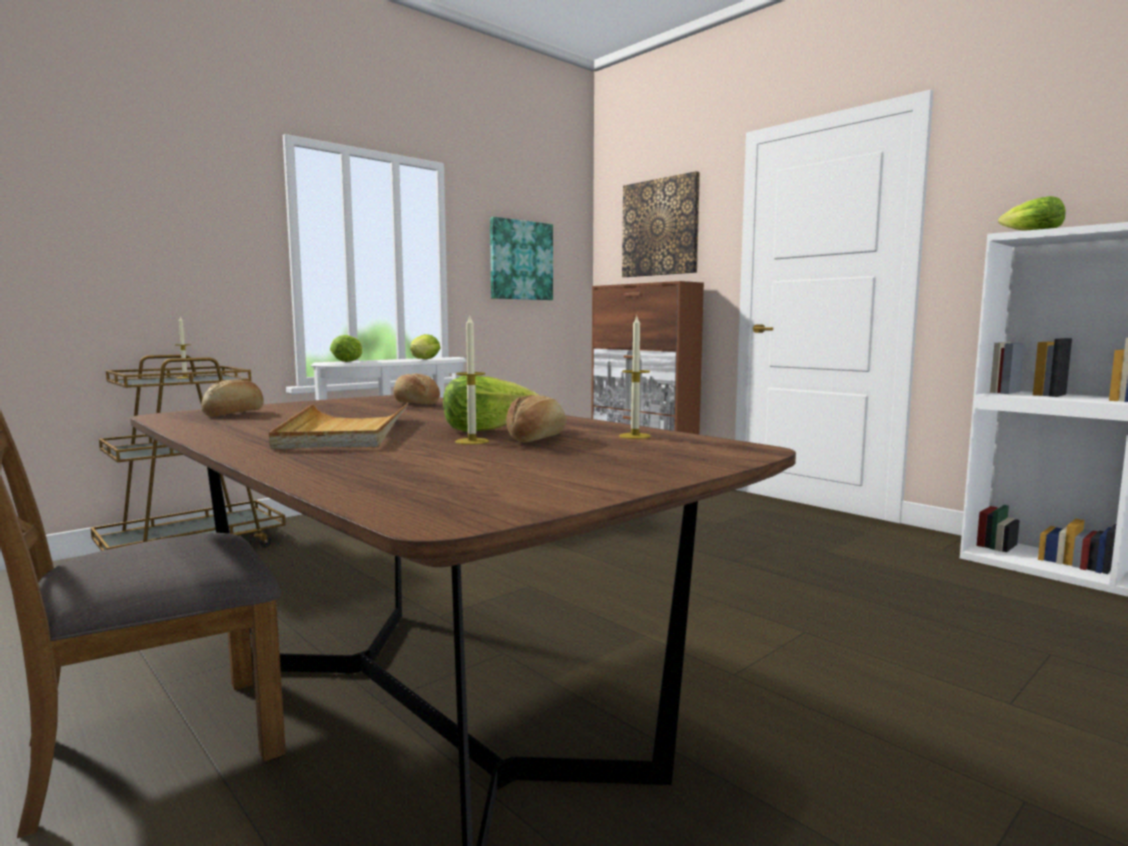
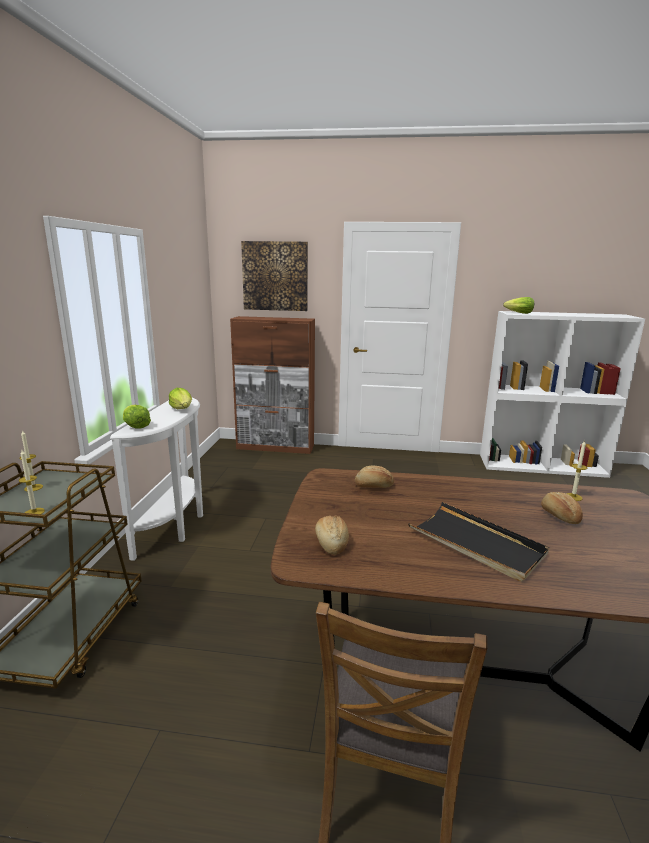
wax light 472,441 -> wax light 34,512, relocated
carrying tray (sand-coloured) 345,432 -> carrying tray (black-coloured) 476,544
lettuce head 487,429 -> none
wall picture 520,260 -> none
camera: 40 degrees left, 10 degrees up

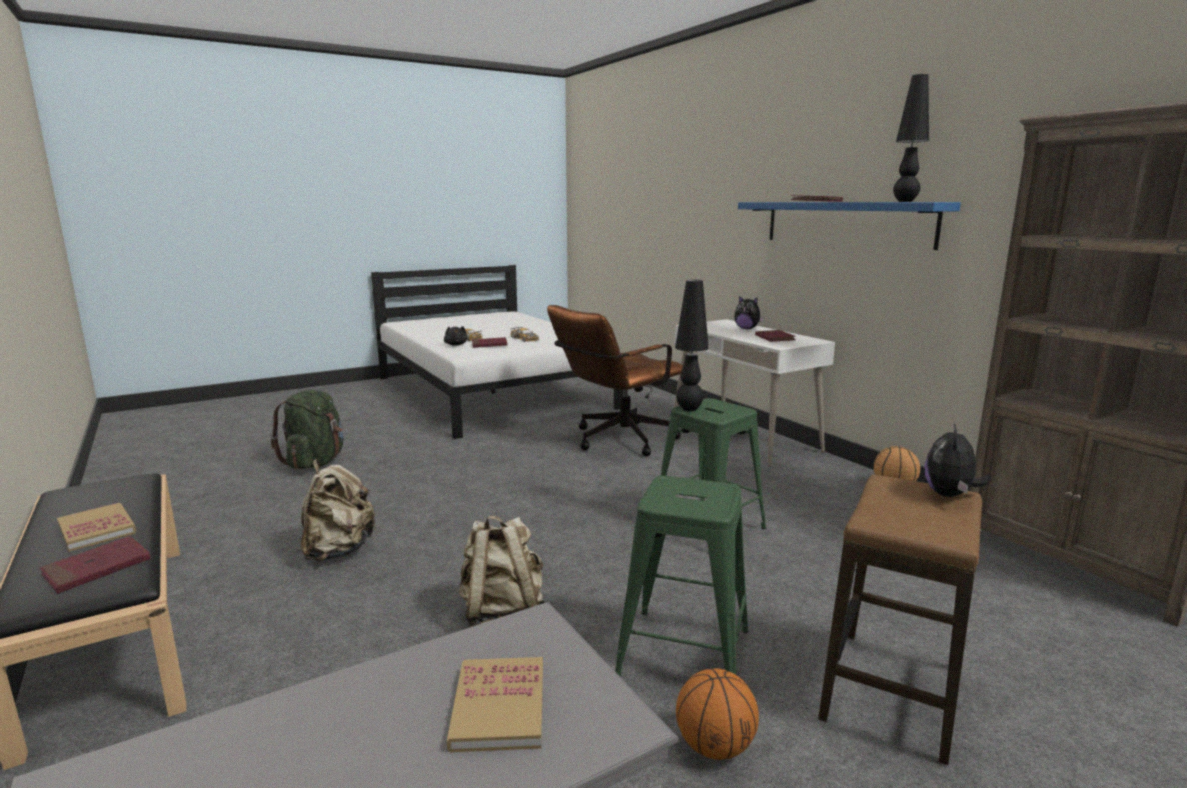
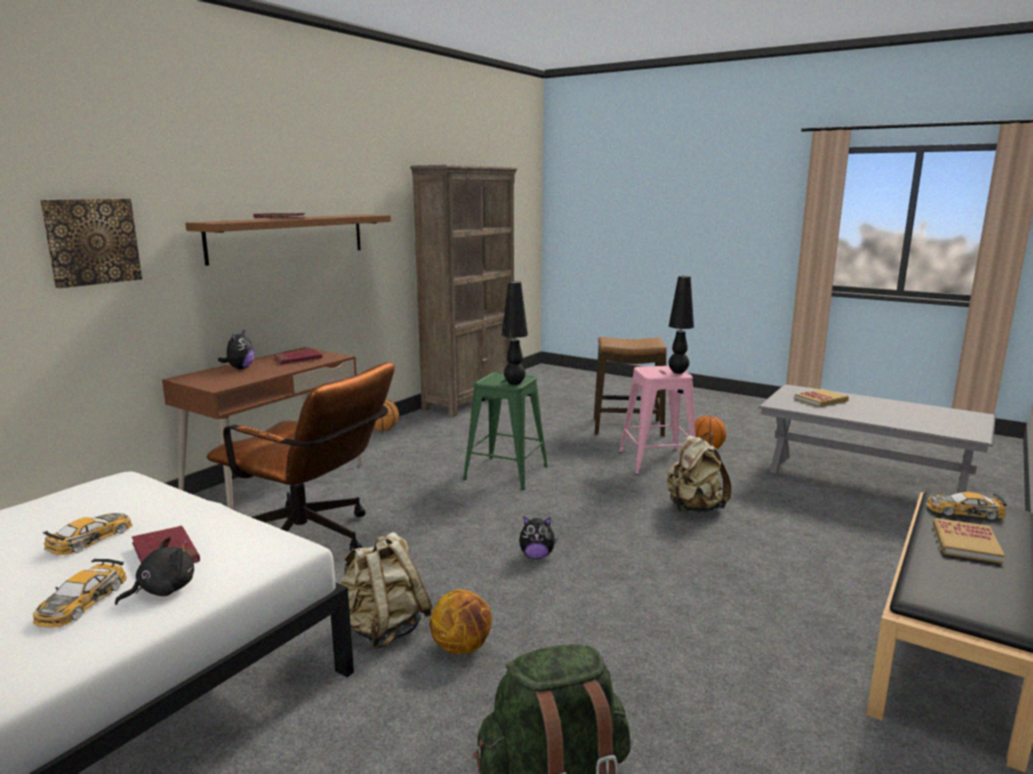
none -> wall picture 92,241
desk table (whitish) 744,437 -> desk table (brownish) 275,482
wall shelf (bluish) 845,223 -> wall shelf (brownish) 289,237
backpack (sand-coloured) 338,551 -> backpack (sand-coloured) 383,630, relocated
none -> ball for basketball 462,647
plush toy 950,495 -> plush toy 537,556, relocated
stool (greenish) 685,653 -> stool (pink-coloured) 656,461
tabletop lamp (black-coloured) 905,201 -> tabletop lamp (black-coloured) 678,372, relocated
volume (reddish) 97,568 -> miniature car 964,511
camera: 115 degrees left, 0 degrees up

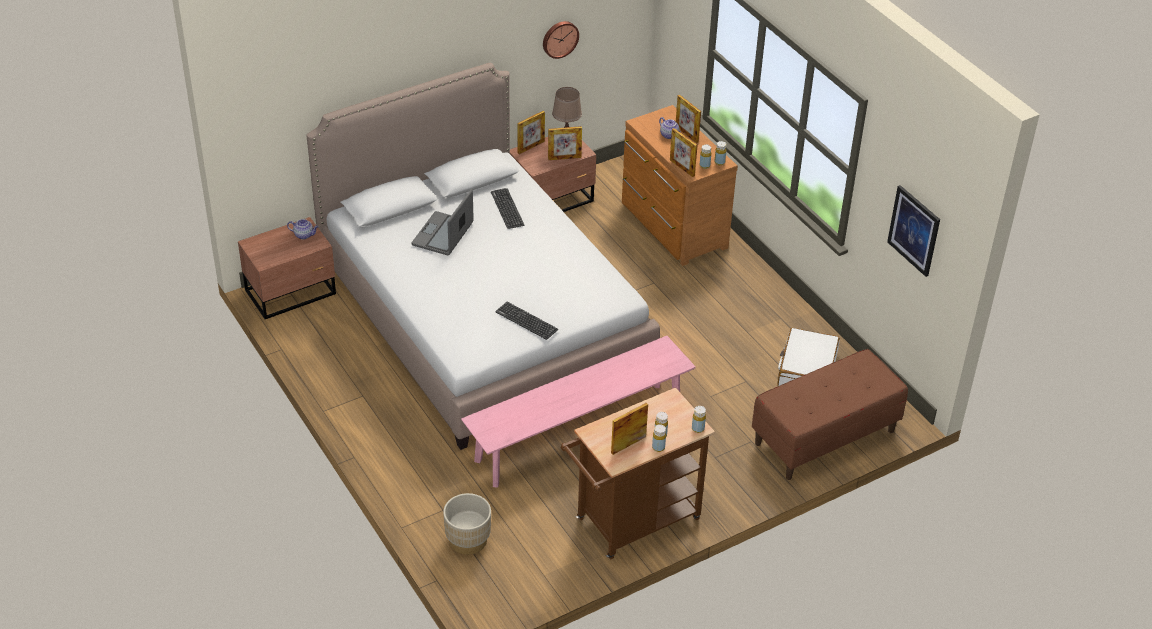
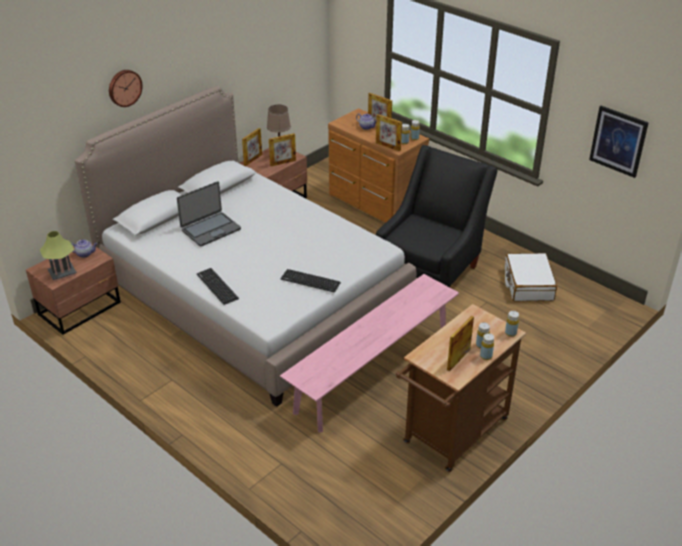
none -> tabletop lamp 62,273
hanging clock 559,38 -> hanging clock 124,87, relocated
portable computer 443,235 -> portable computer 210,229, 135 degrees counterclockwise
keyboard 507,209 -> keyboard 217,286, relocated
none -> lounge chair (black-coloured) 431,267
planter (sand-coloured) 468,540 -> none
long seat (brownish) 824,438 -> none
camera: 15 degrees left, 5 degrees down

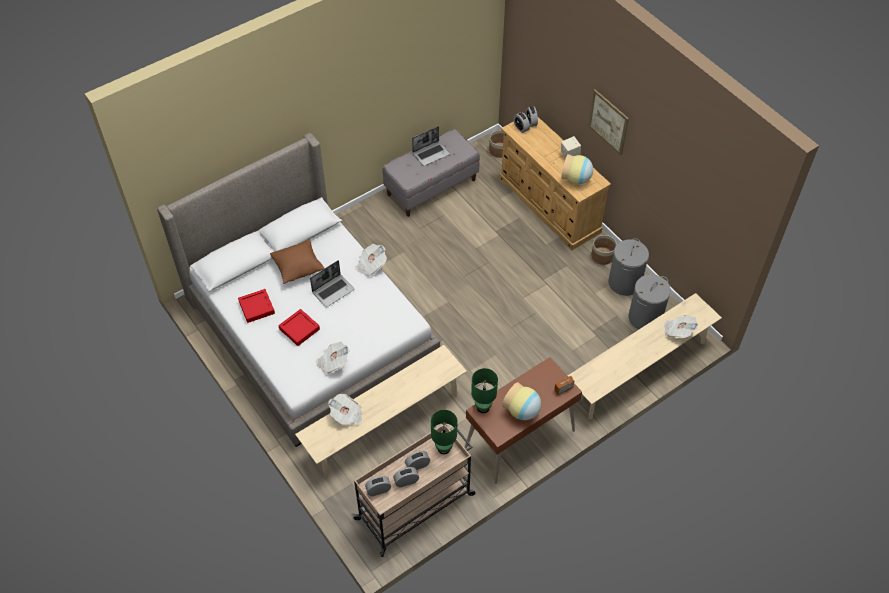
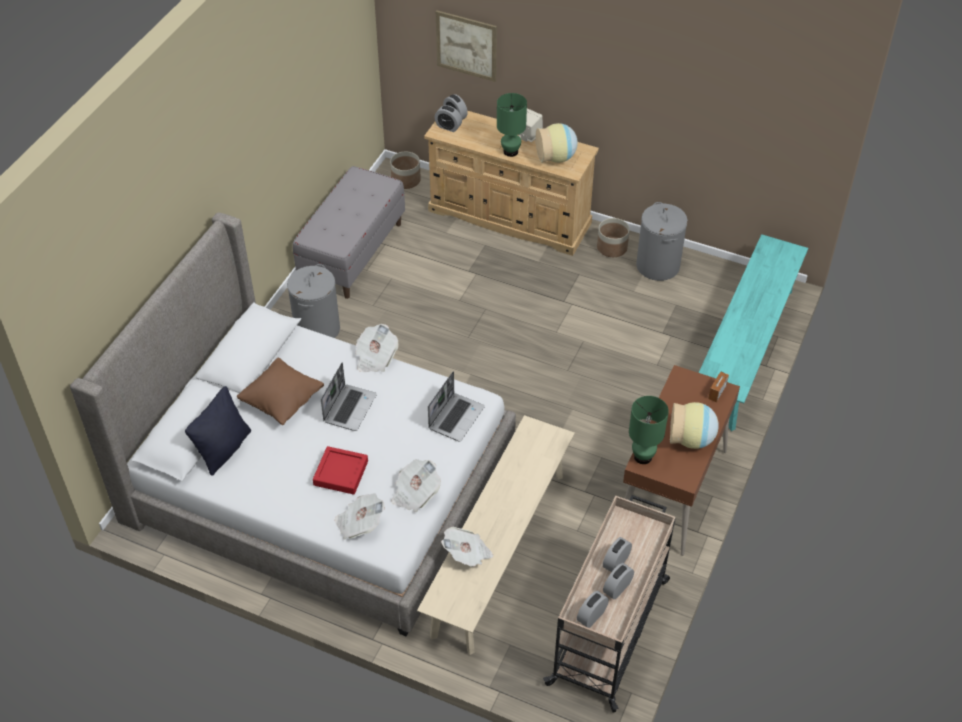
none -> throw pillow (black-coloured) 224,449
hamper (gray) 645,318 -> hamper (gray) 317,329, relocated
newspaper 678,331 -> newspaper 359,524, relocated
portable computer 431,153 -> portable computer 456,417, relocated
wall picture 608,122 -> wall picture 466,45, relocated
tabletop lamp (greenish) 443,448 -> tabletop lamp (greenish) 510,151, relocated
long seat (sand-coloured) 639,370 -> long seat (blue-green) 744,352
carrying tray (reddish) 256,307 -> none
camera: 30 degrees left, 5 degrees down

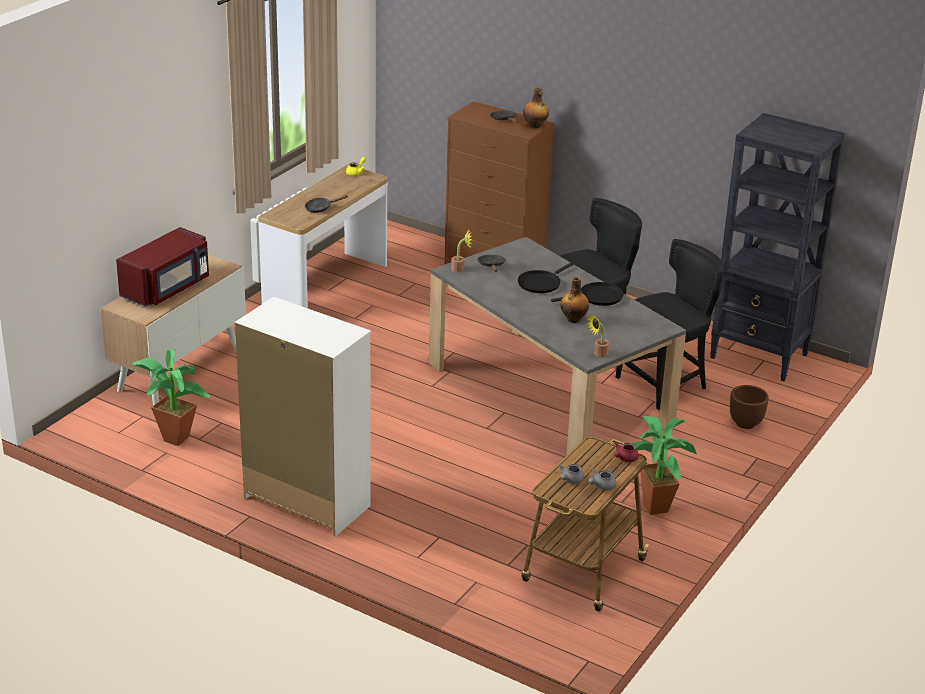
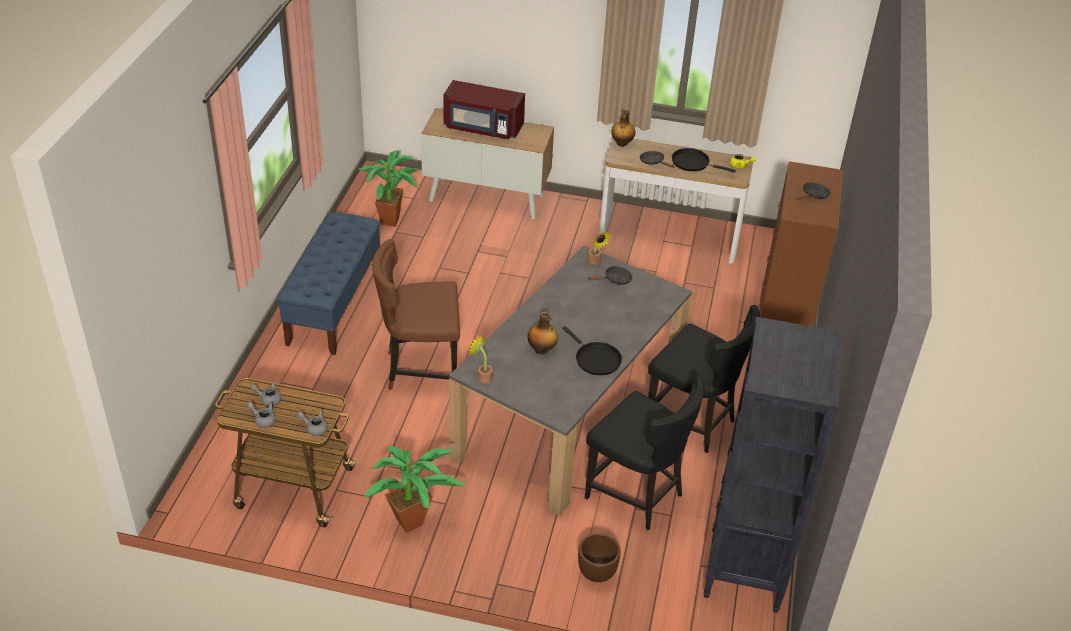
dresser (whitish) 306,501 -> long seat (bluish) 334,305
teapot (reddish) 624,458 -> teapot (gray) 314,428
none -> chair (brownish) 420,369
beverage bottle 535,126 -> beverage bottle 621,144, relocated
pan (black-coloured) 540,283 -> pan (black-coloured) 693,163, relocated
camera: 70 degrees right, 10 degrees up

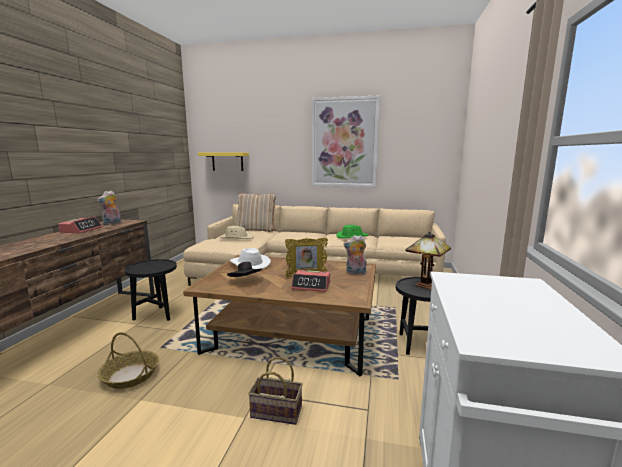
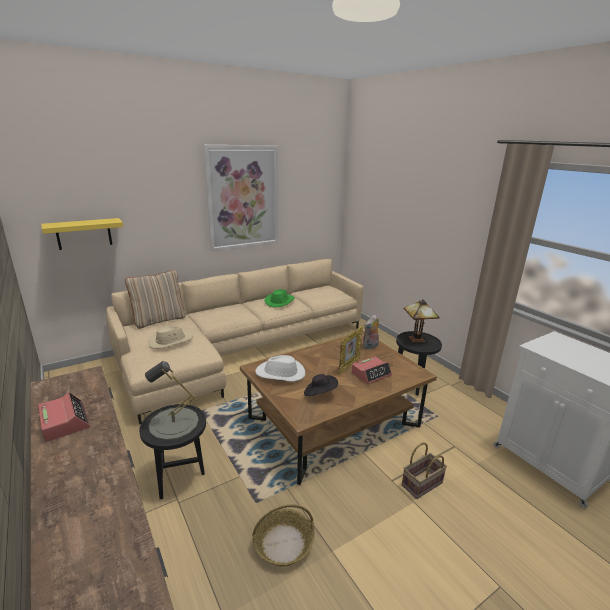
none -> tabletop lamp (gray) 173,423
plush toy 112,224 -> none
camera: 45 degrees left, 10 degrees up

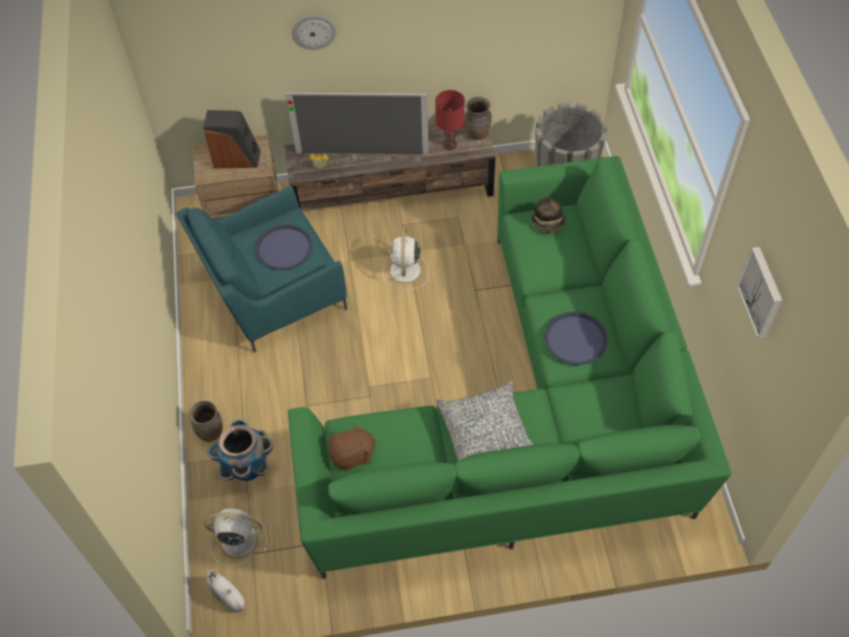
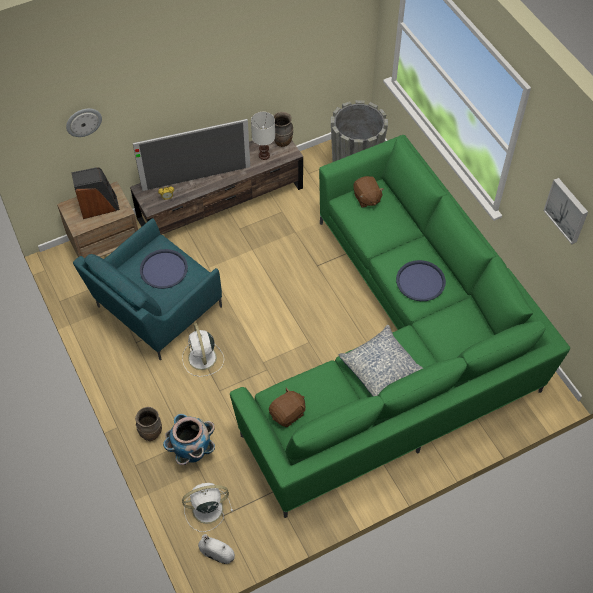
hanging clock 314,31 -> hanging clock 83,122, relocated
electric fan (whitish) 405,271 -> electric fan (whitish) 202,359, relocated
tabletop lamp (reddish) 449,145 -> tabletop lamp (whitish) 263,156
clothing hat 548,223 -> plush toy (brownish) 366,198
camera: 20 degrees left, 0 degrees up

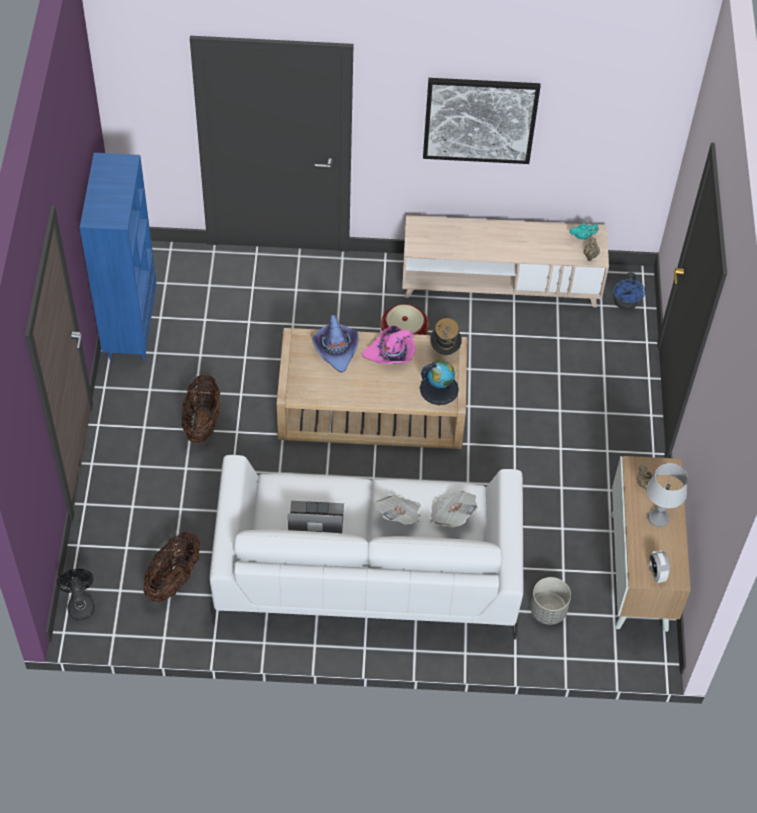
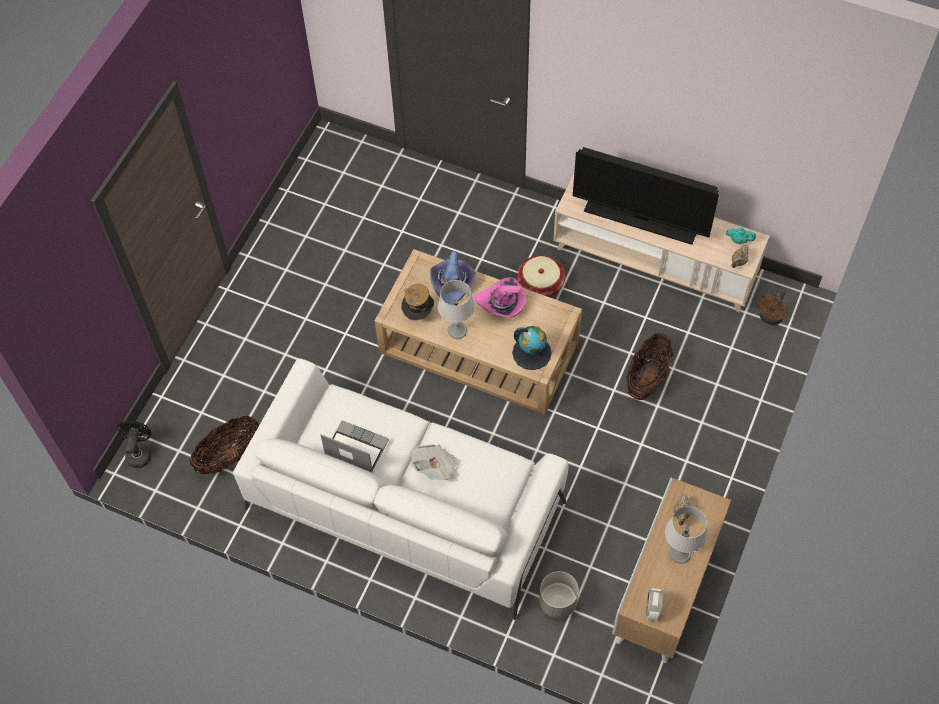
clothing hat 444,351 -> clothing hat 418,314, relocated
none -> tabletop lamp (gray) 457,331
none -> TV set 641,220
storage basket 202,423 -> storage basket 647,378, relocated
electric fan (bluish) 625,304 -> electric fan (brownish) 770,318
bookshelf (bluish) 130,330 -> none
wall picture 480,120 -> none
newspaper 451,515 -> none
camera: 25 degrees right, 5 degrees up

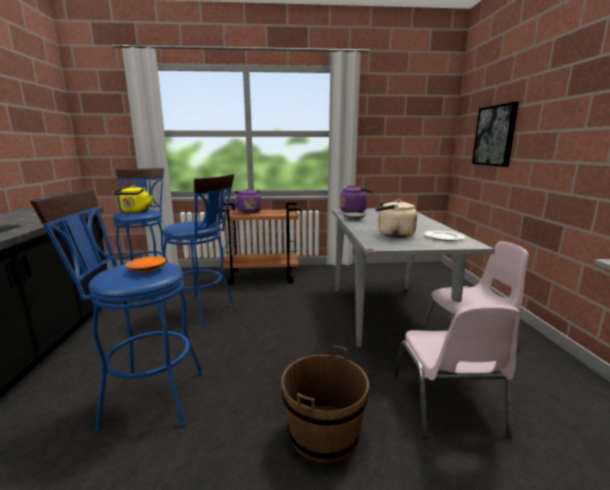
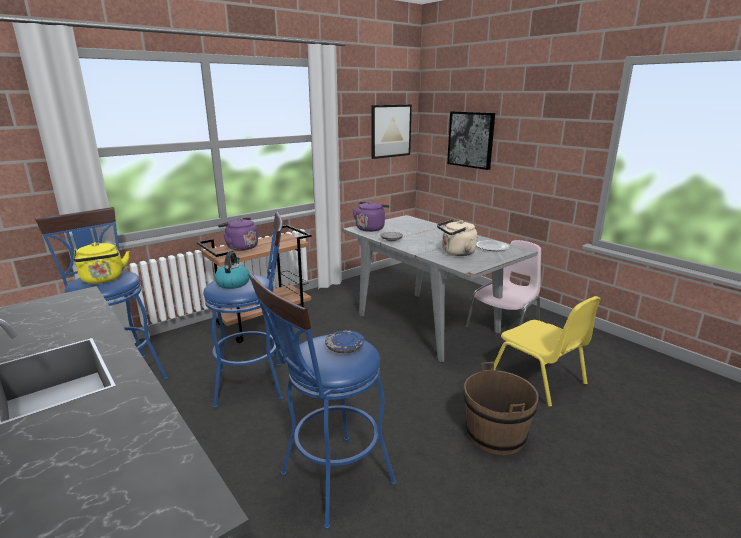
none -> kettle 233,283
dinner plate (orange-coloured) 147,270 -> dinner plate (bluish) 345,348
none -> wall picture 390,131
chair (pink-coloured) 447,404 -> chair (yellow) 539,379
camera: 35 degrees left, 5 degrees up

